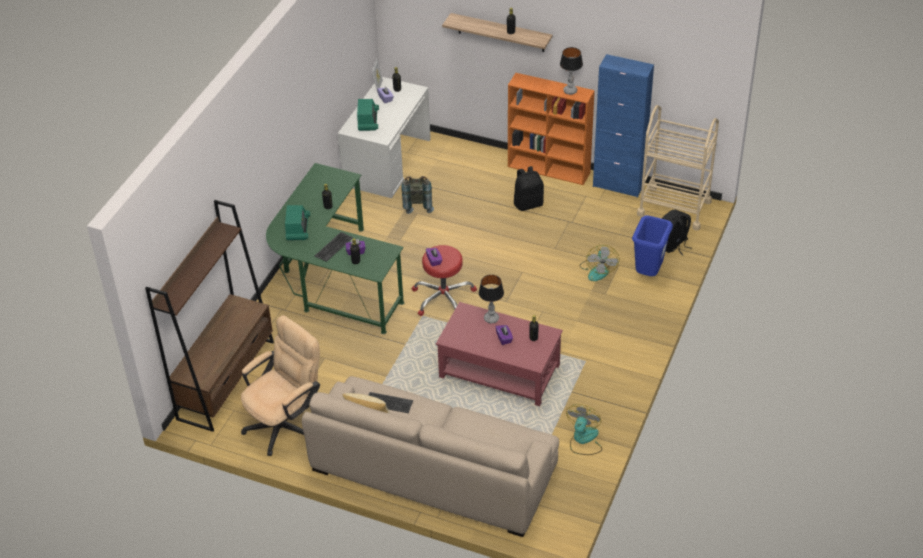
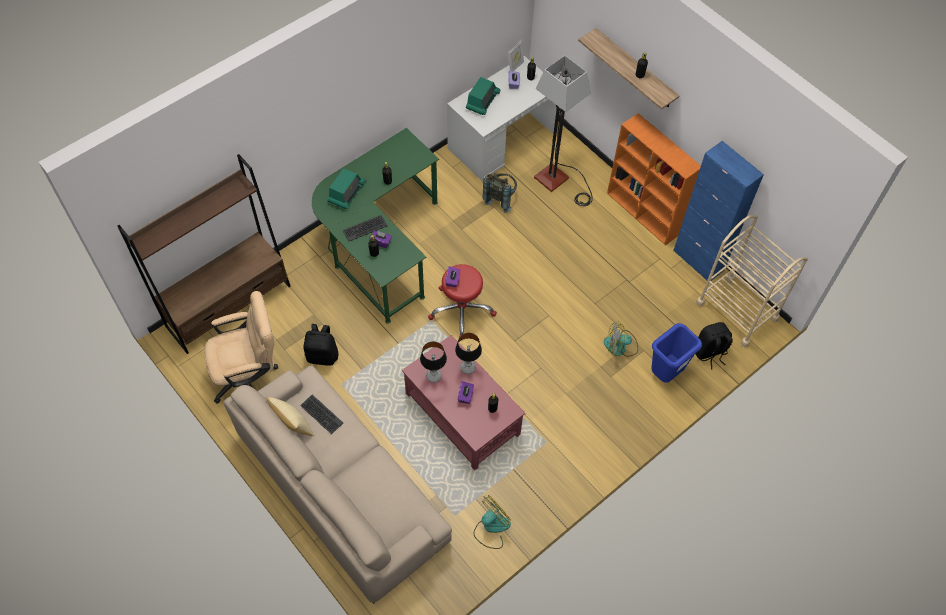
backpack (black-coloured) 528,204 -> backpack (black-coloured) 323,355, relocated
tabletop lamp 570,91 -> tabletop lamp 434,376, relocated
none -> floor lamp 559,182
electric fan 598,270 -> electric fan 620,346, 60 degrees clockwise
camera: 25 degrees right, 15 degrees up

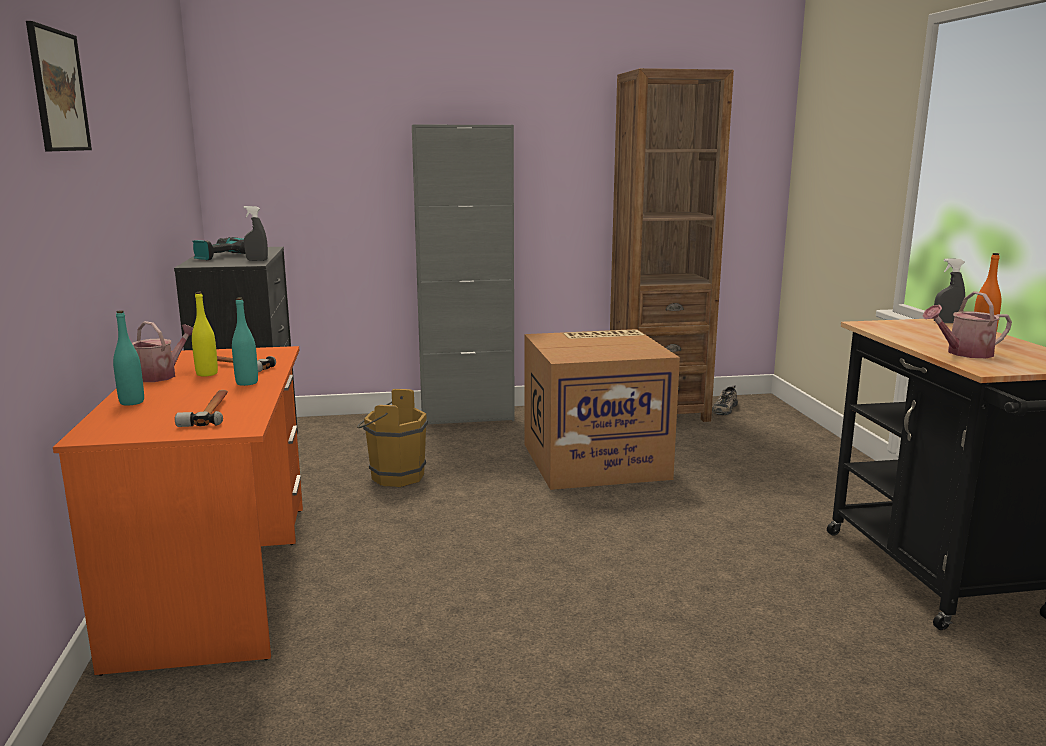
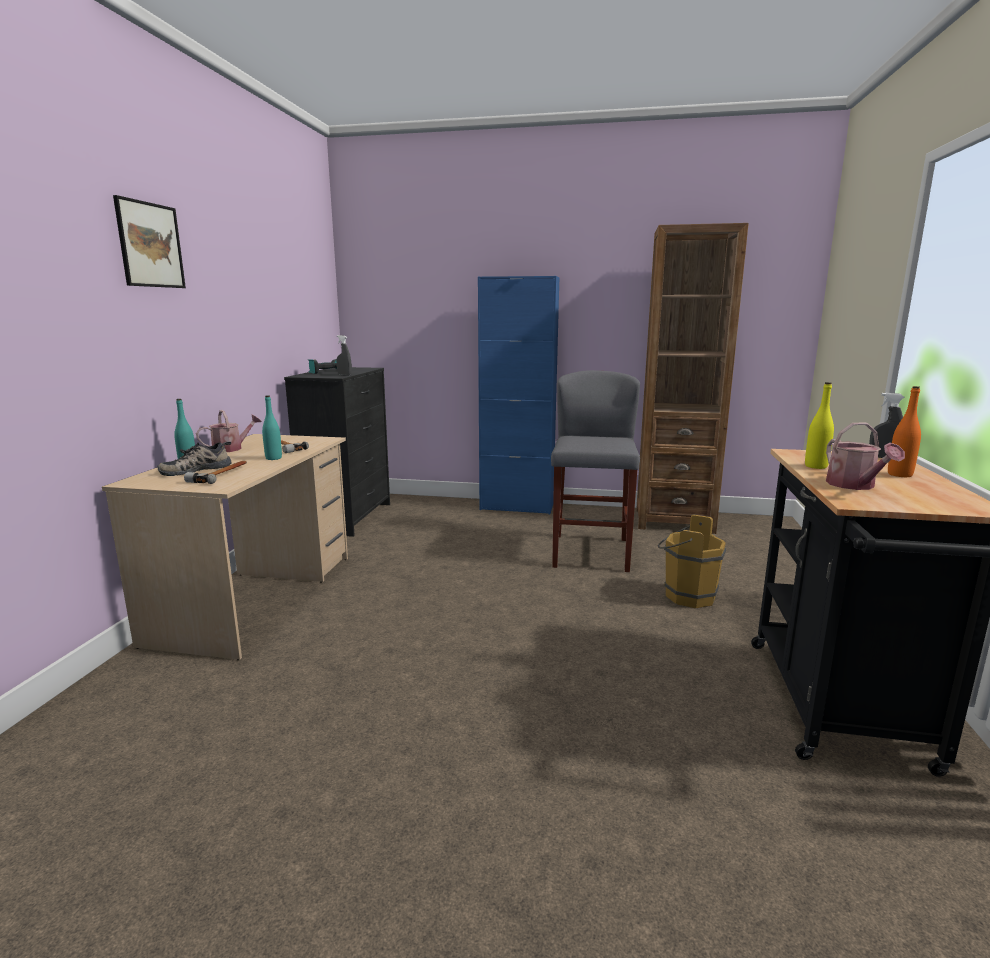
desk table (orange-coloured) 218,578 -> desk table (sand-coloured) 257,597
item of footwear 724,408 -> item of footwear 196,469, relocated
cabinet (gray) 467,417 -> cabinet (bluish) 516,507
cardboard box 596,460 -> stool (gray) 590,553
bucket (brownish) 393,476 -> bucket (brownish) 685,596, relocated
beverage bottle (yellow) 207,374 -> beverage bottle (yellow) 816,466, relocated
watering can 964,353 -> watering can 854,486, 105 degrees counterclockwise
camera: 20 degrees right, 0 degrees up

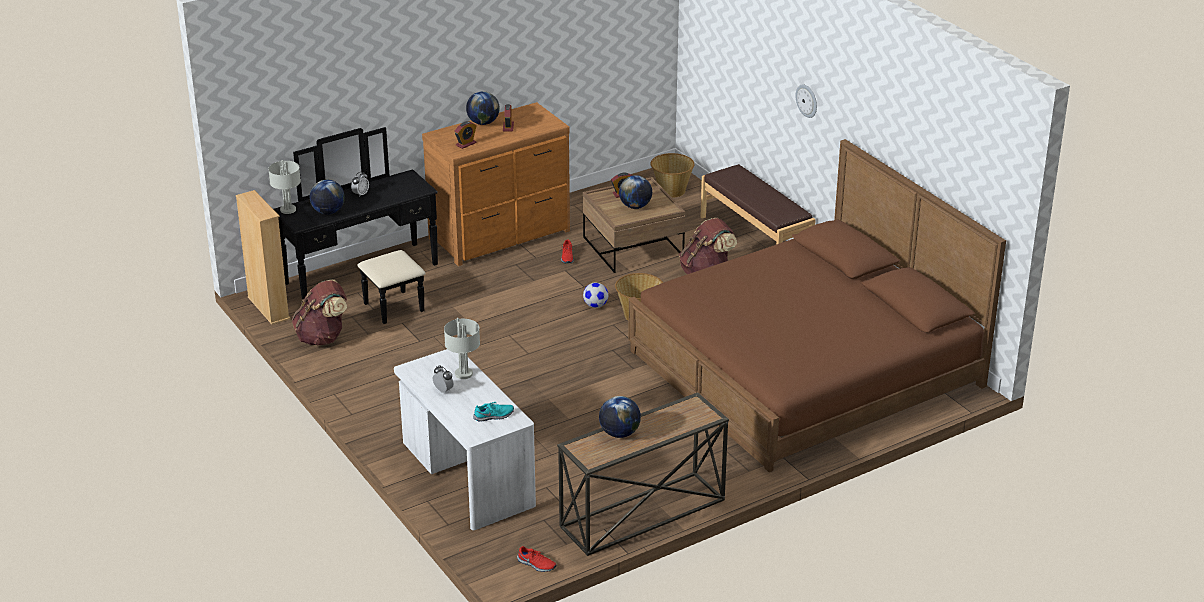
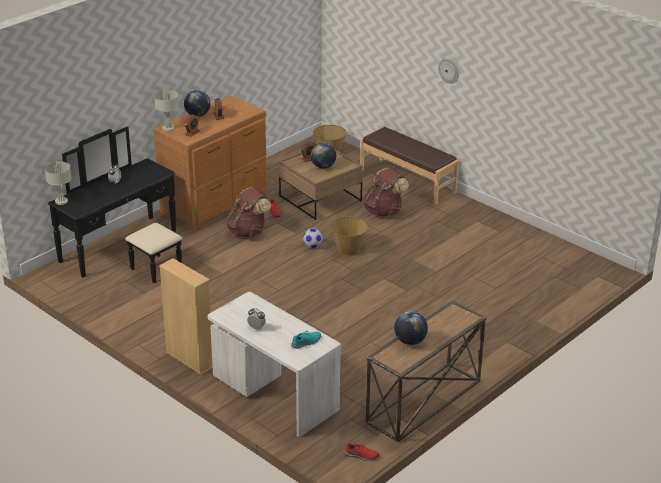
tabletop lamp (gray) 464,373 -> tabletop lamp (gray) 168,128, relocated
bookshelf (sand-coloured) 268,308 -> bookshelf (sand-coloured) 189,359, relocated
backpack (brownish) 323,338 -> backpack (brownish) 248,231, relocated
world globe 328,212 -> none
sleeping bed (brownish) 805,367 -> none
camera: 15 degrees left, 0 degrees up

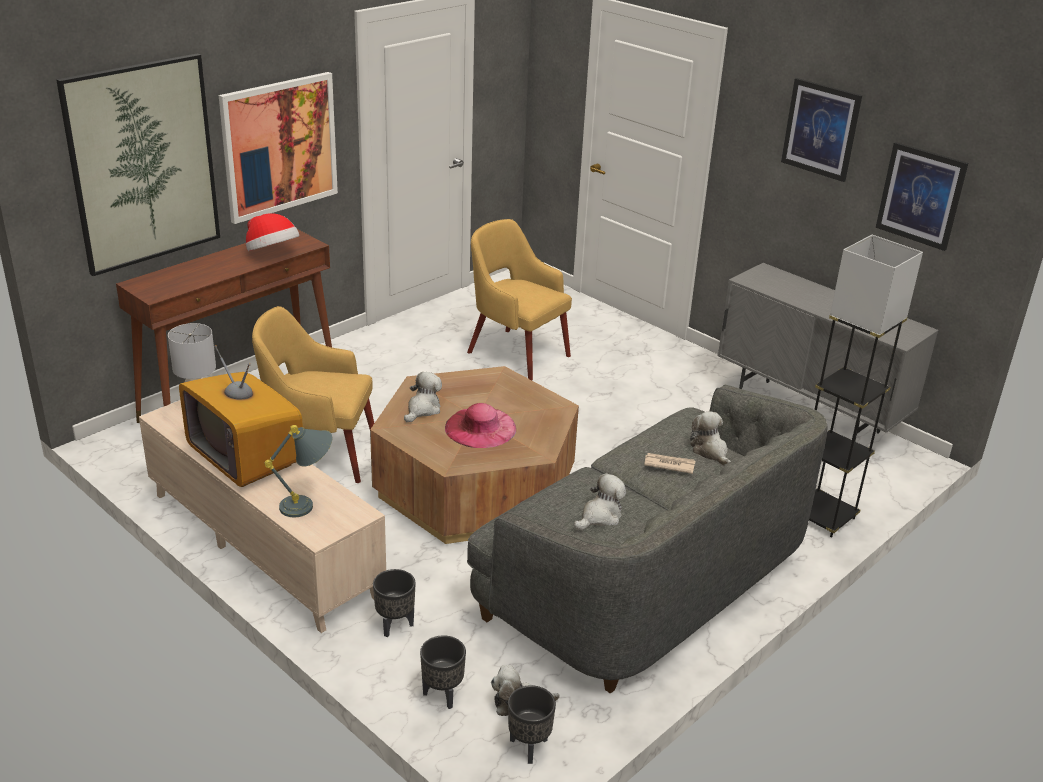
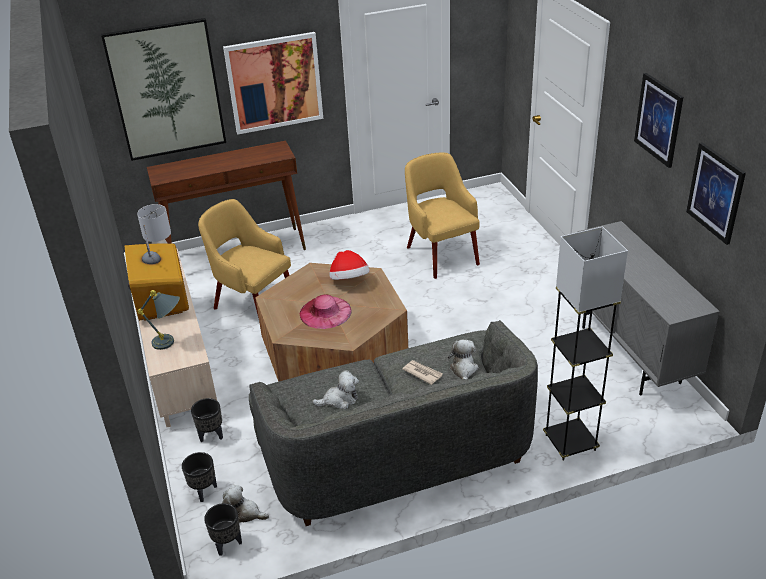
clothing hat 272,254 -> clothing hat 349,281, relocated
plush toy 423,409 -> none
camera: 30 degrees right, 5 degrees up

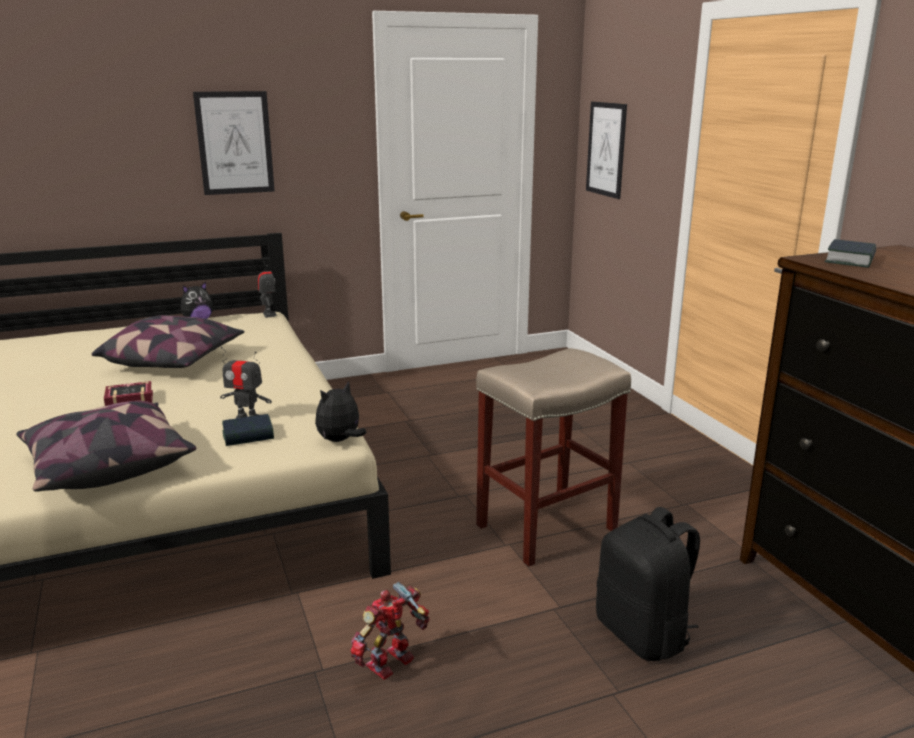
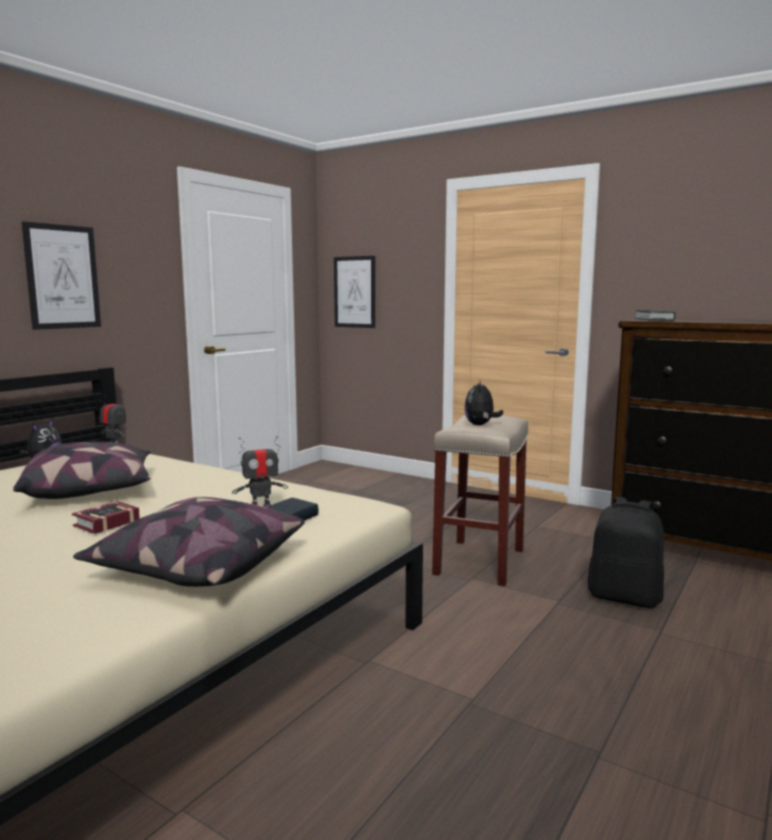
plush toy 340,440 -> plush toy 480,425, relocated
robot figure 392,664 -> none
camera: 35 degrees left, 10 degrees down

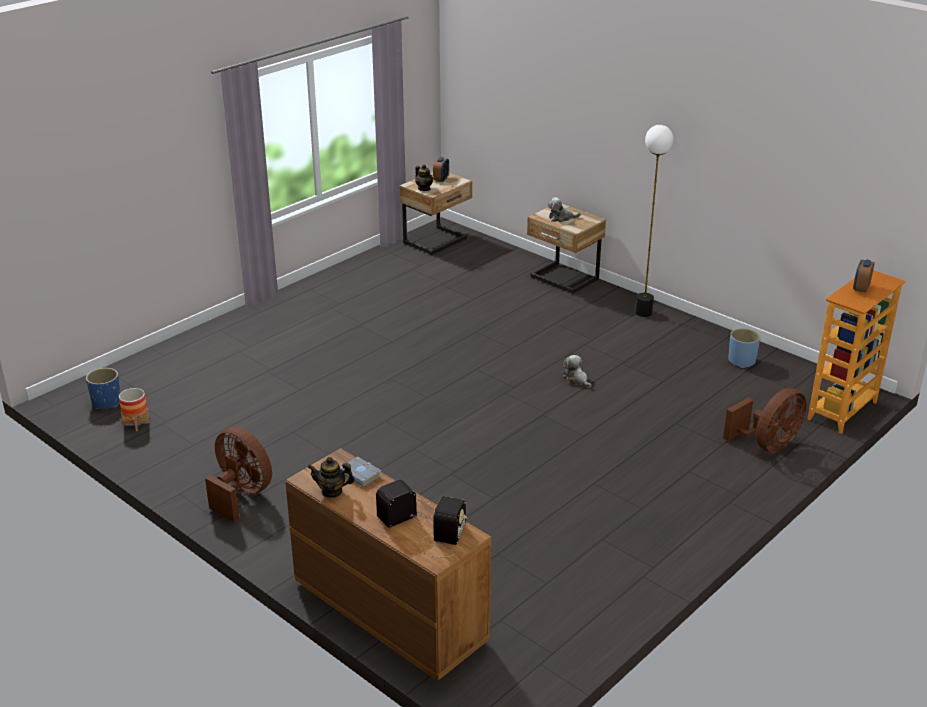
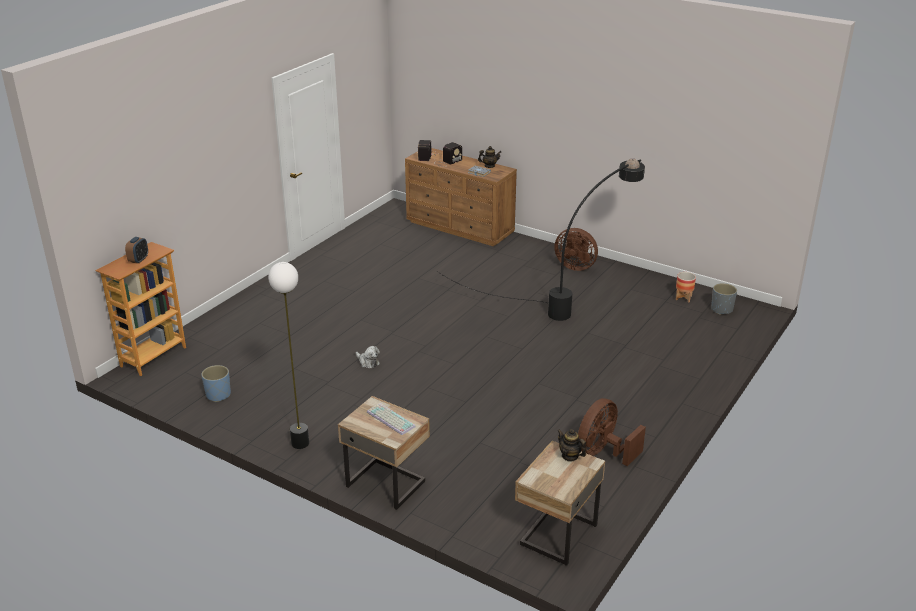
plush toy 561,218 -> keyboard 389,419
none -> floor lamp (black-coloured) 570,300
electric fan (brownish) 767,445 -> electric fan (brownish) 603,452, relocated
planter (bluish) 106,402 -> planter (gray) 721,309
table clock 441,179 -> none
camera: 170 degrees right, 0 degrees up

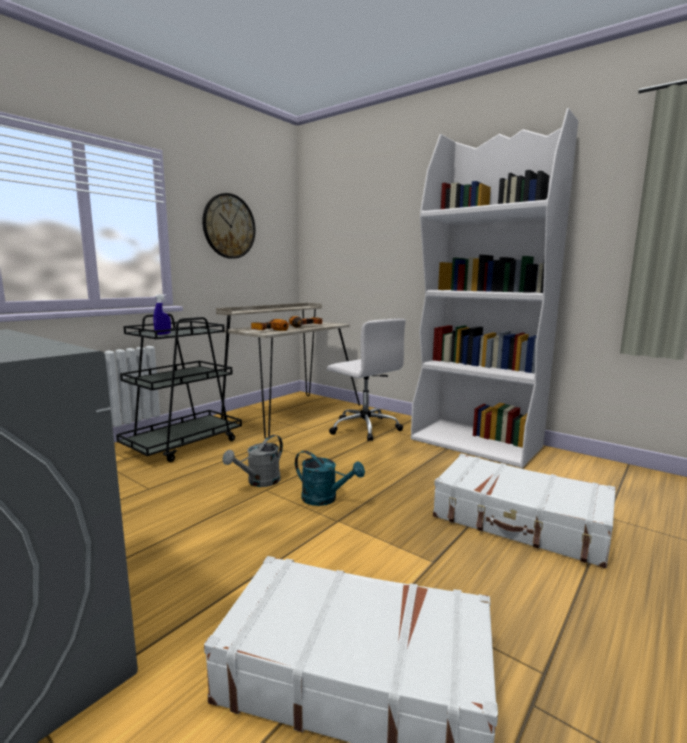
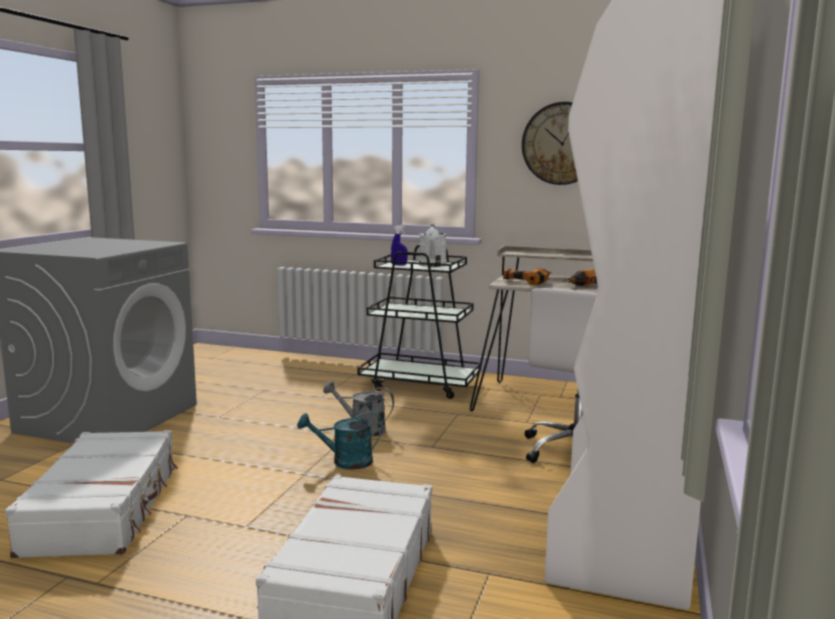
watering can (blue-green) 325,499 -> watering can (blue-green) 345,462, 75 degrees clockwise
none -> watering can (whitish) 432,265
camera: 70 degrees right, 0 degrees up

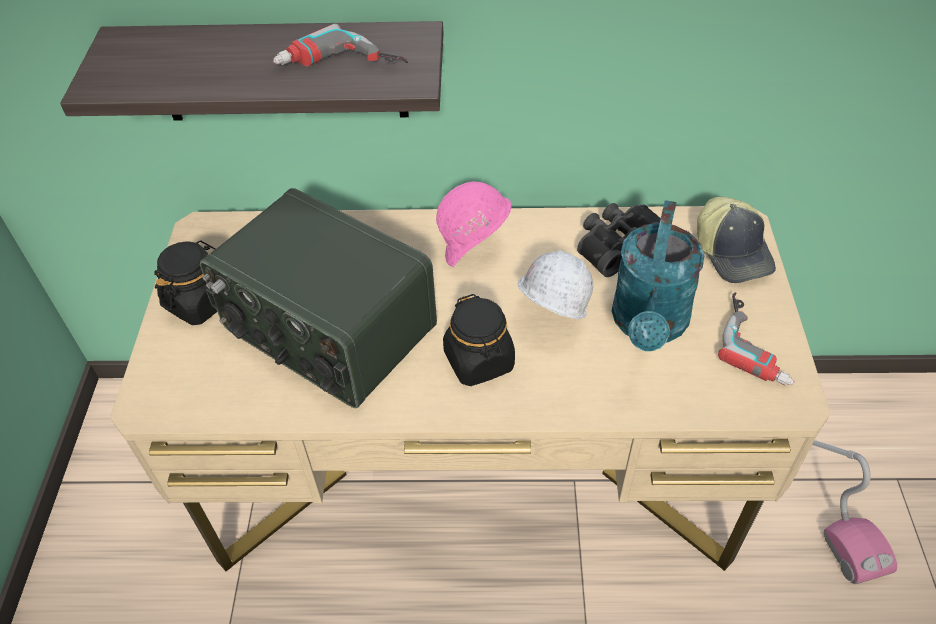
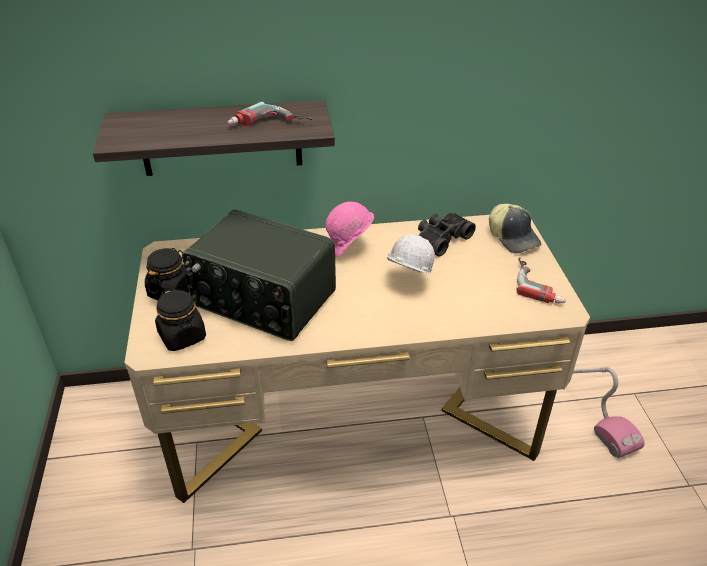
jar (black-coloured) 479,361 -> jar (black-coloured) 182,336, relocated
watering can (blue-green) 649,325 -> none
camera: 10 degrees left, 10 degrees down

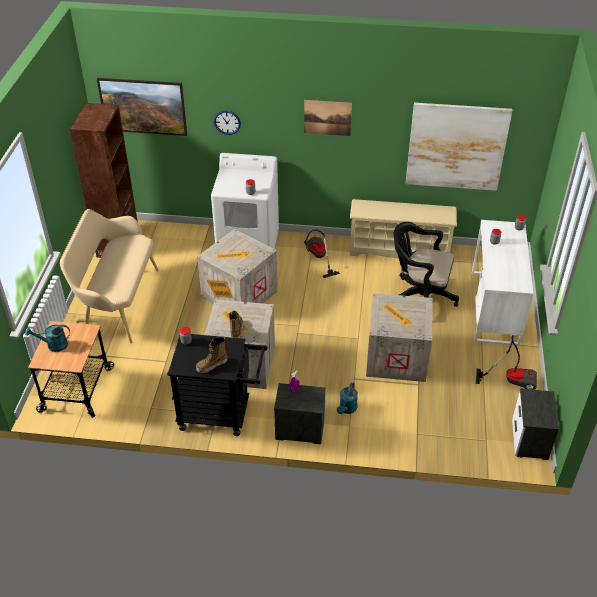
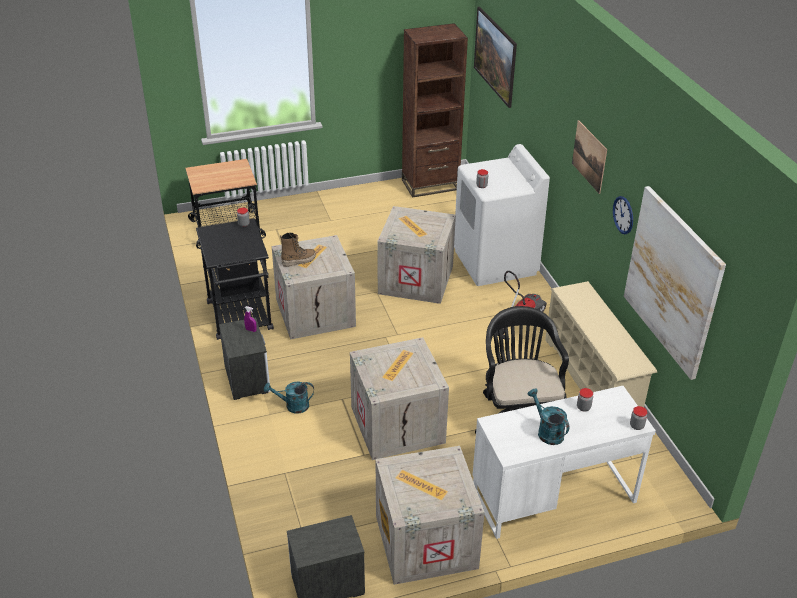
vacuum 511,379 -> shipping crate 425,543
watering can (blue-green) 53,345 -> watering can (blue-green) 547,431, relocated
hanging clock 227,122 -> hanging clock 623,215, relocated
long seat (sand-coloured) 118,303 -> none
high-top boot 212,365 -> none
camera: 65 degrees right, 5 degrees down

